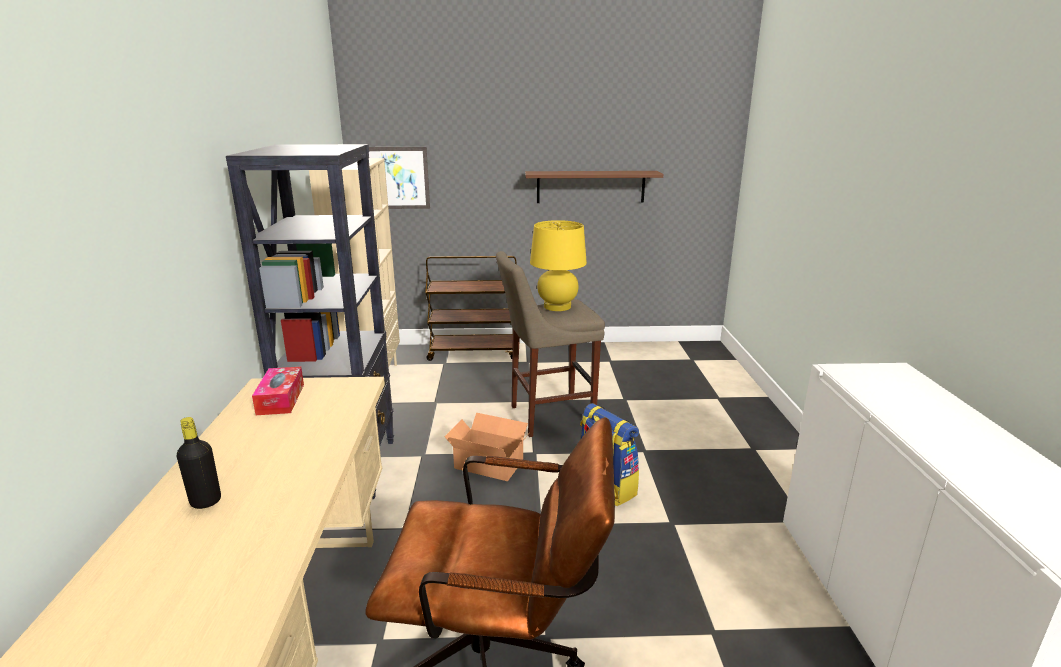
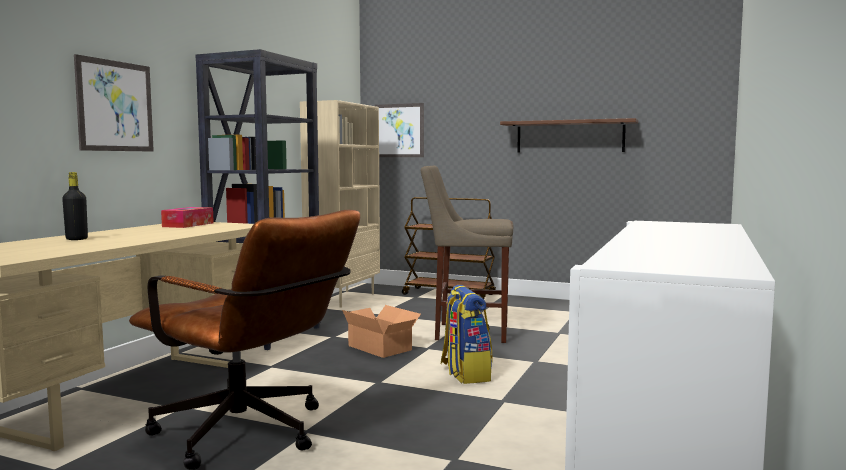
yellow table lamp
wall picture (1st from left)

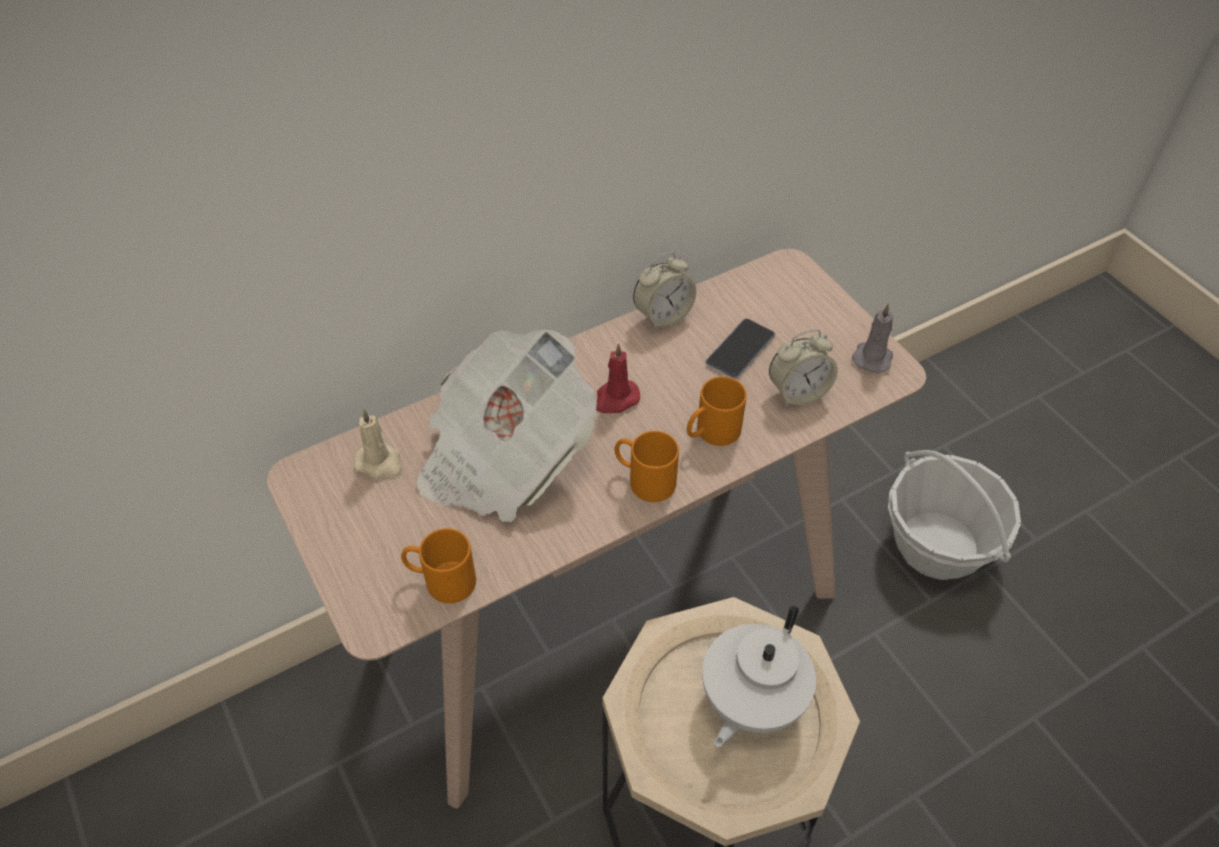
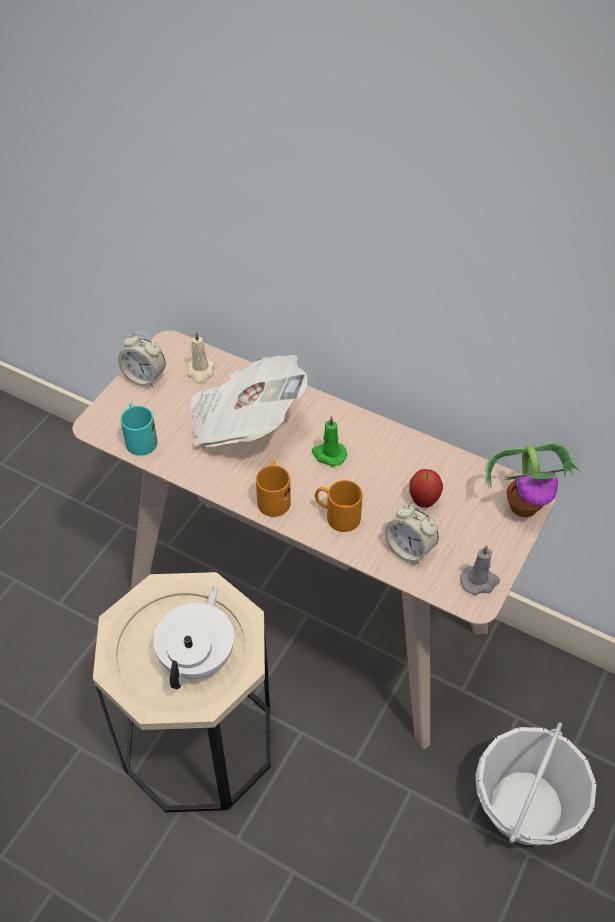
bedside clock (1st from left)
apple
green candle
turquoise mug
white teapot
potted plant

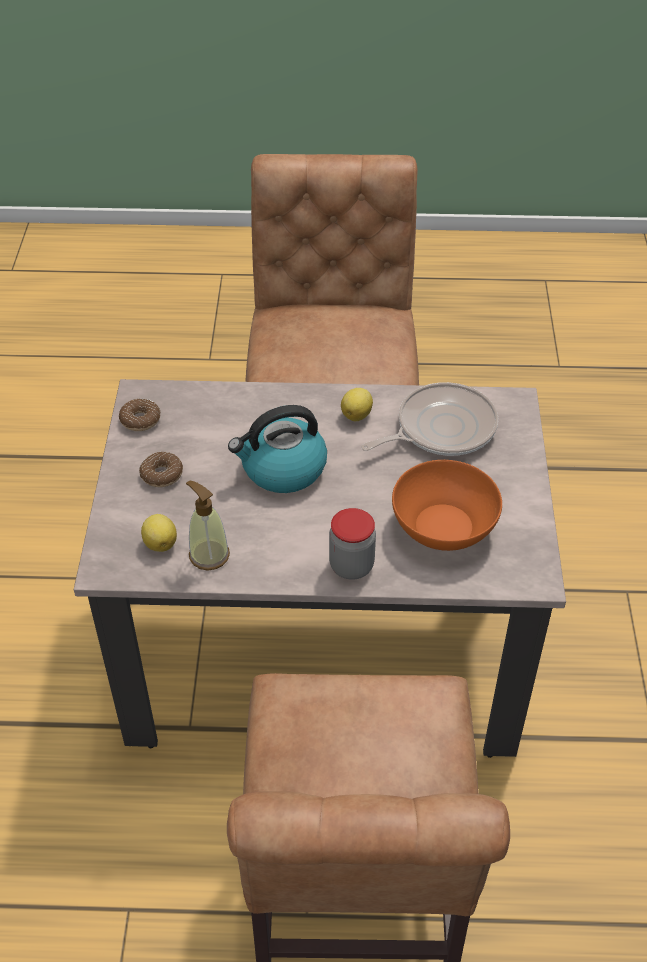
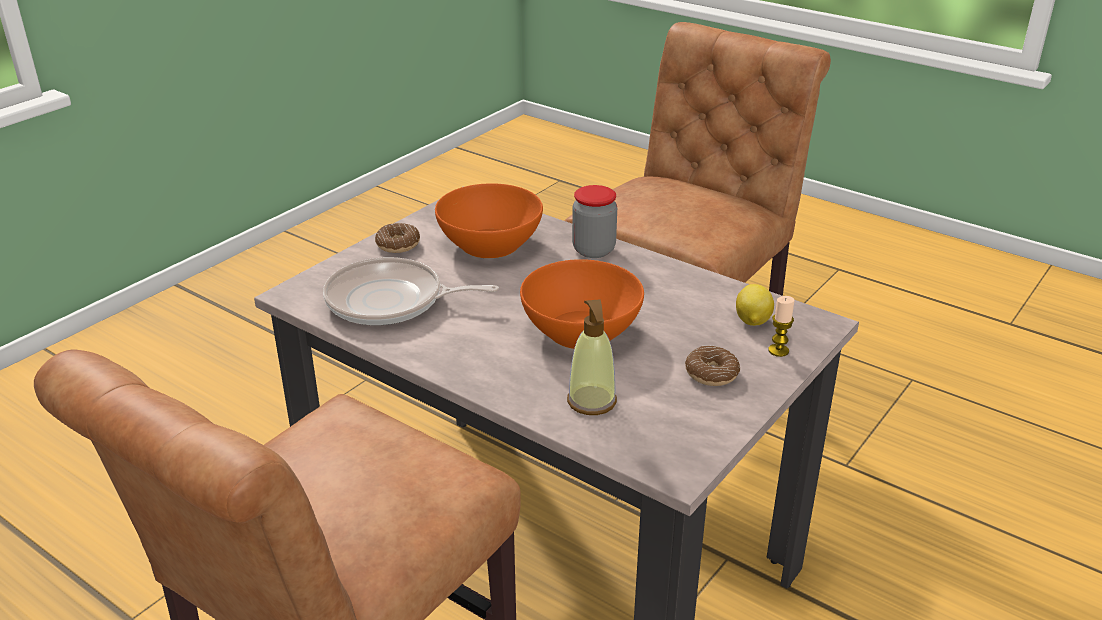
lemon (2nd from left in the first image)
ring doughnut (1st from left)
orange-coloured deep dish (2nd from left)
soap dispenser
candle

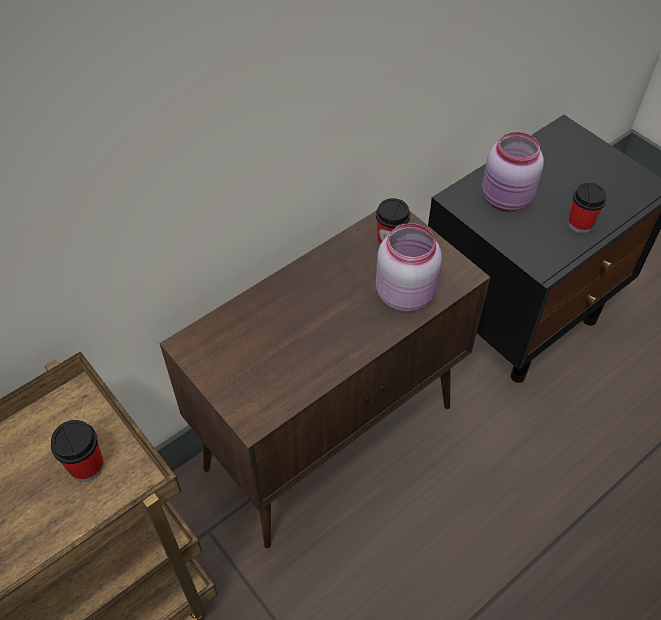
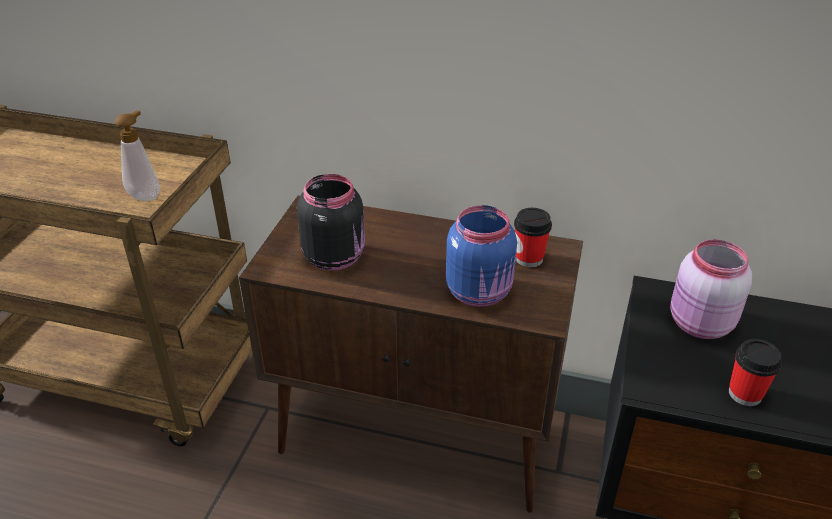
blue jar
soap dispenser
black-coloured jar

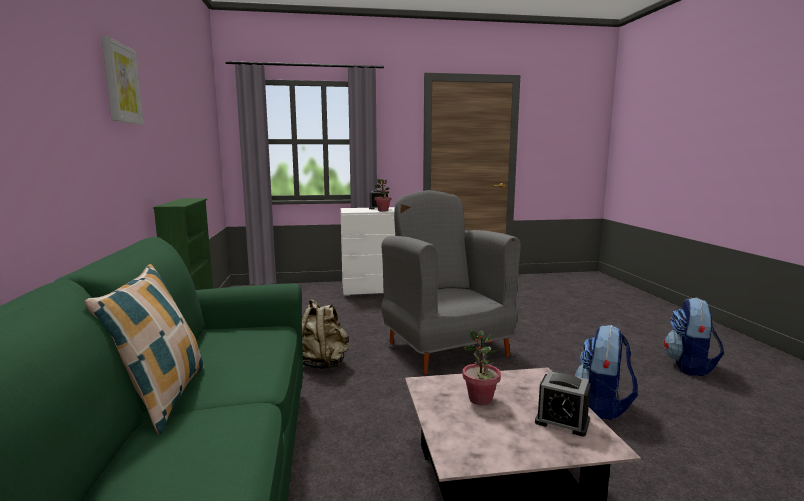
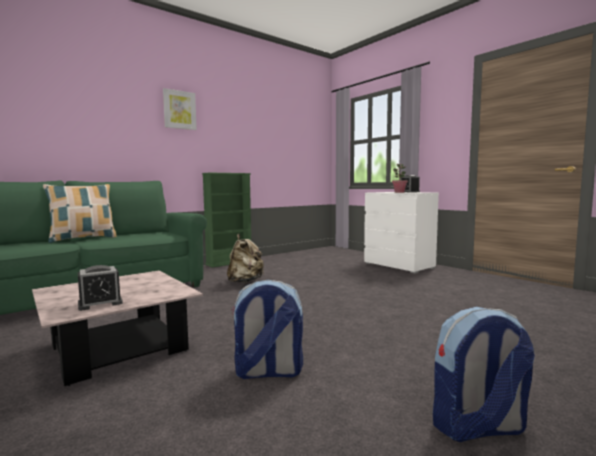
gray lounge chair
potted plant (2nd from left in the first image)
bedside clock (1st from left)

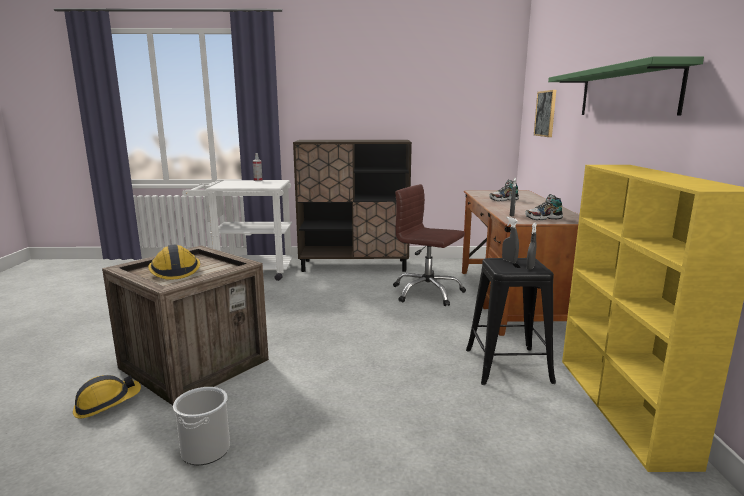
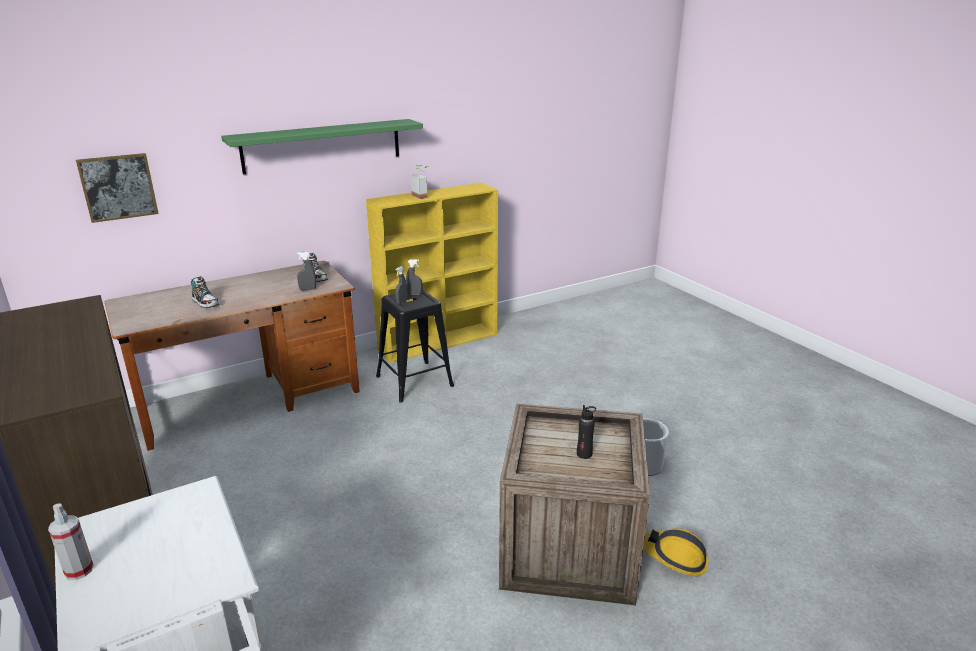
brown-coloured computer chair
black-coloured beverage bottle
potted plant

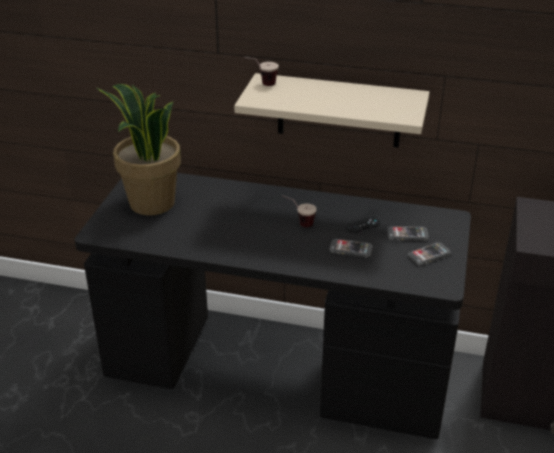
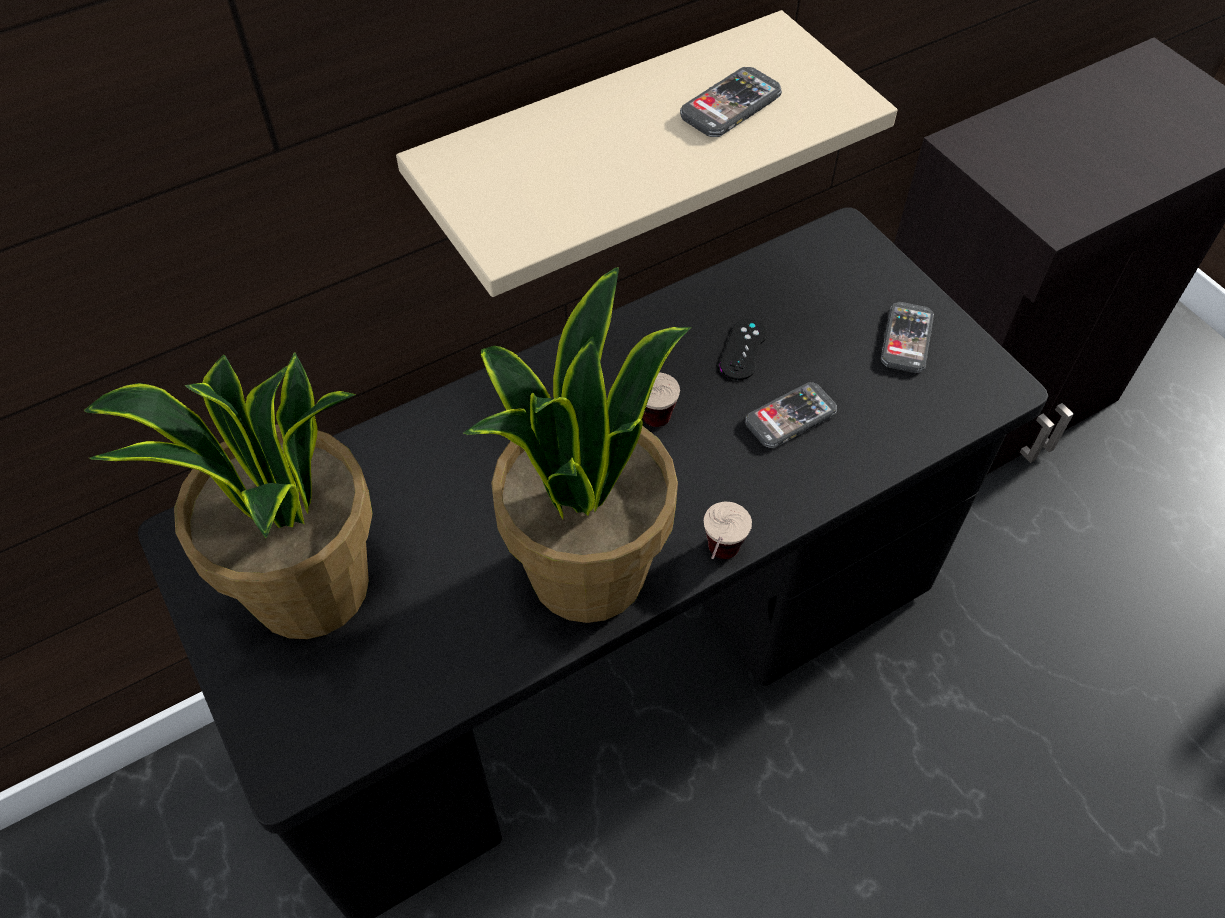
small cup (2nd from left)
telephone (1st from left)
potted plant (2nd from left)

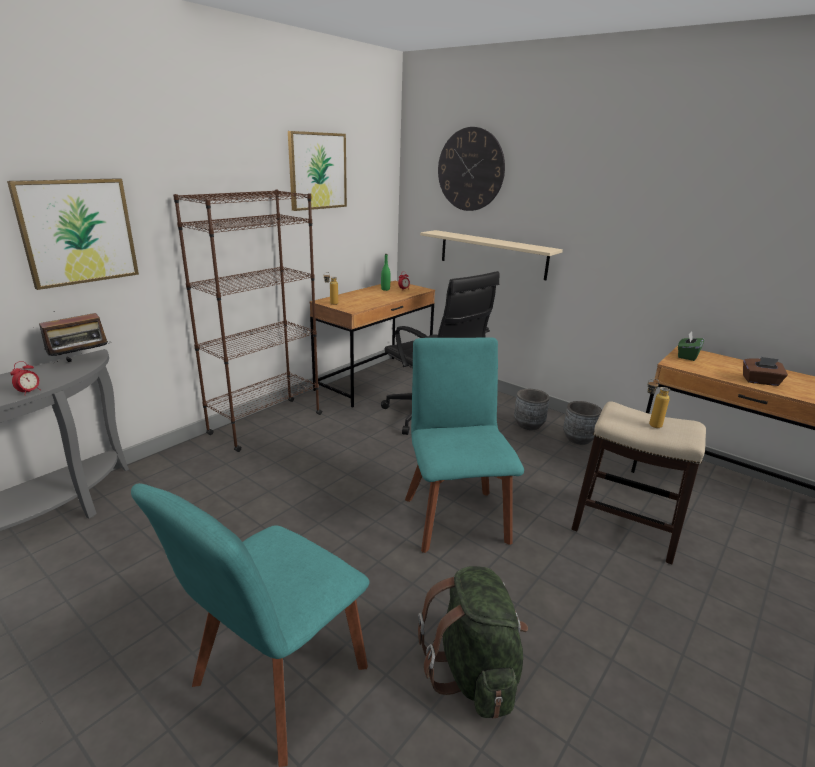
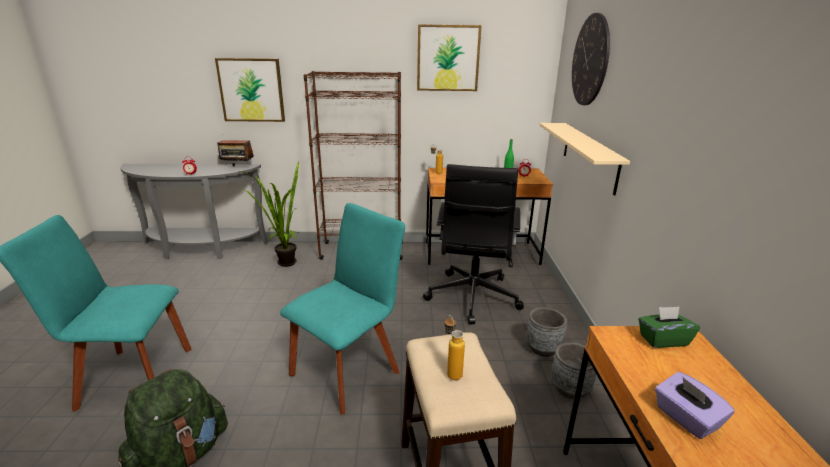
purple box of tissues
potted plant

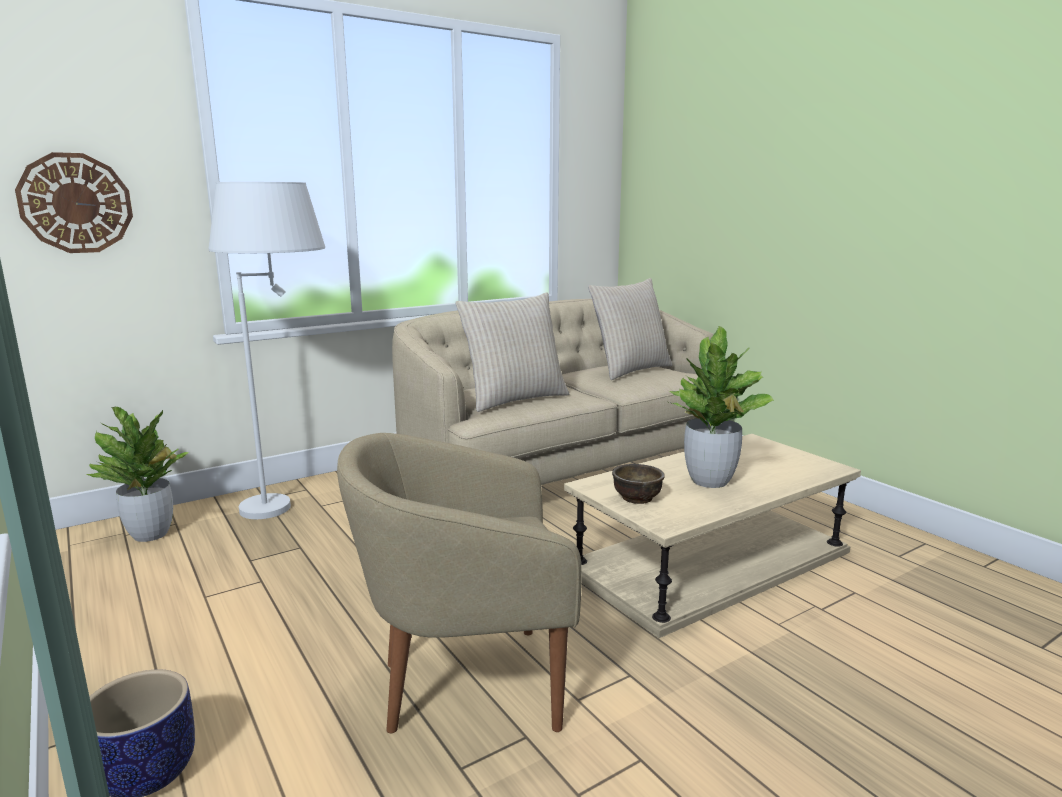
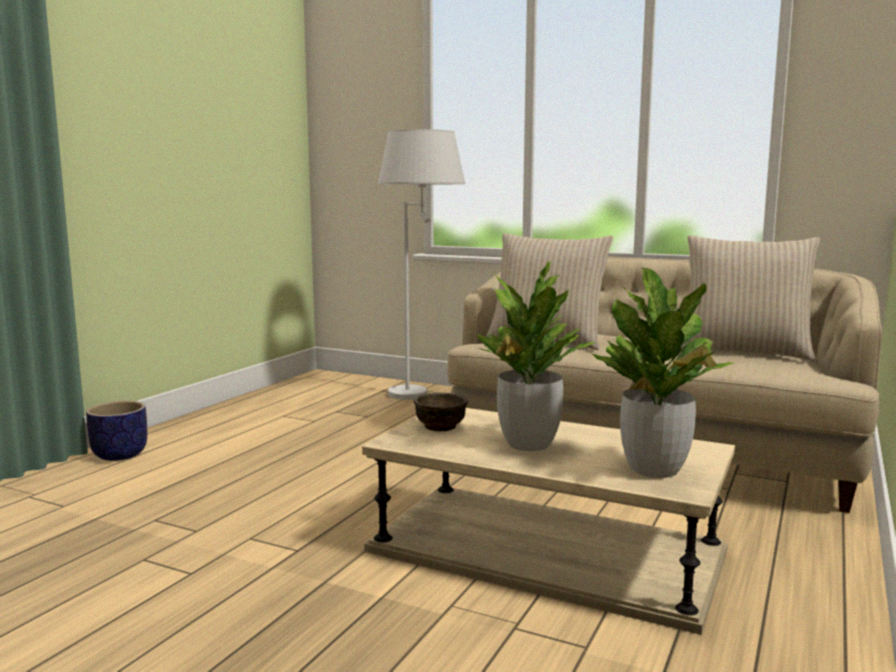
wall clock
potted plant (2nd from left)
sand-coloured lounge chair

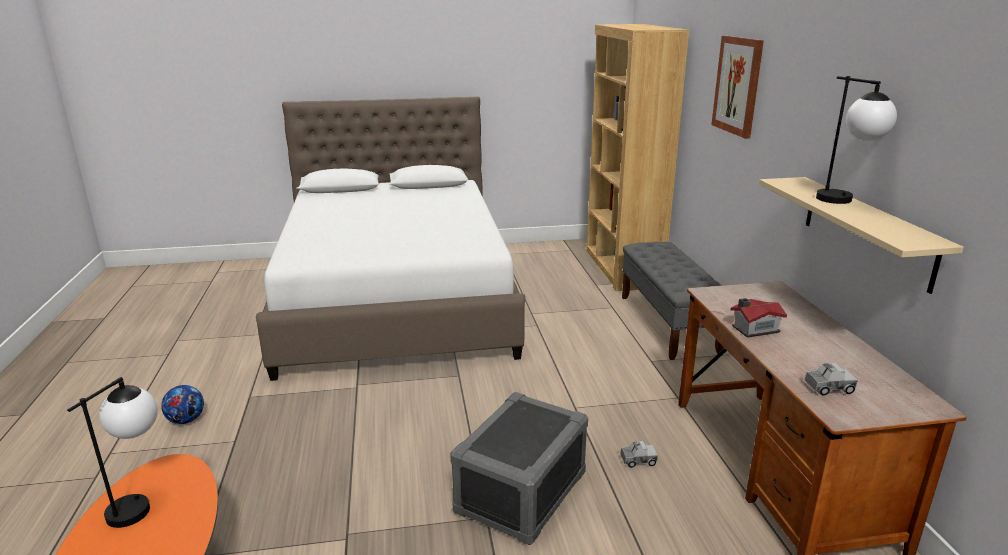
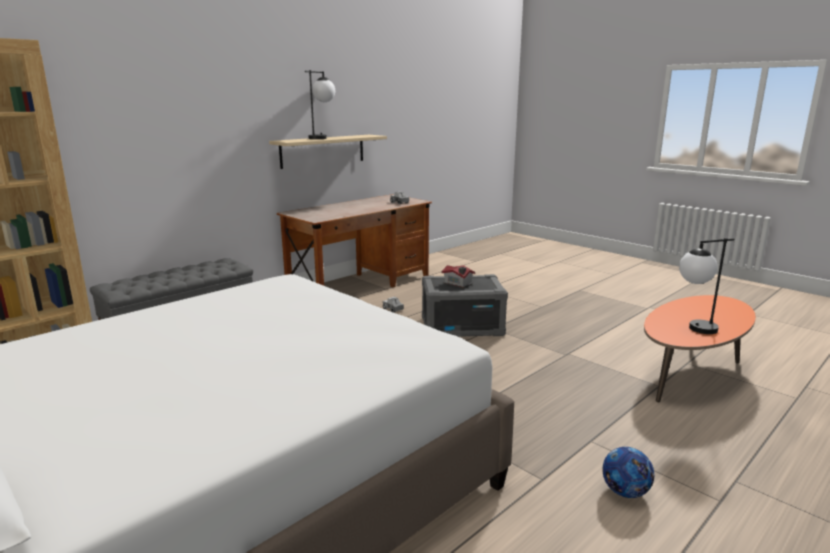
wall picture
model house

